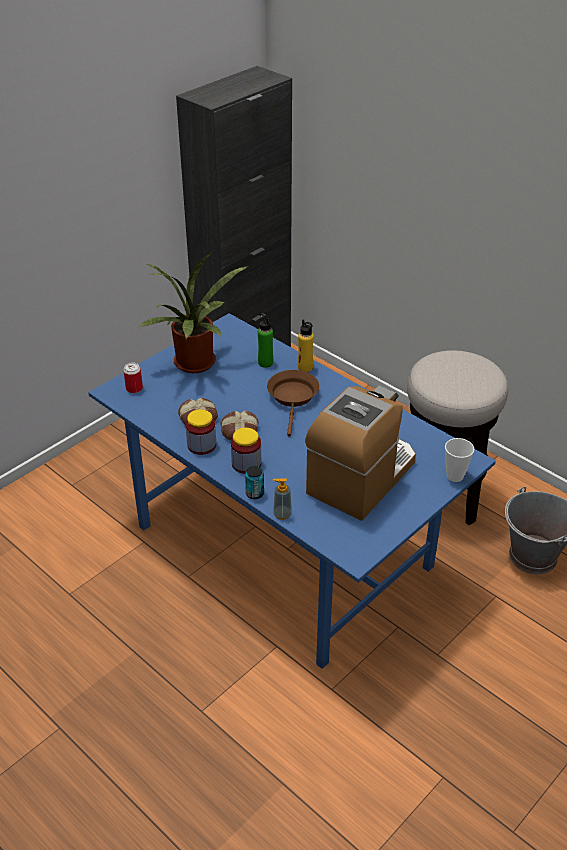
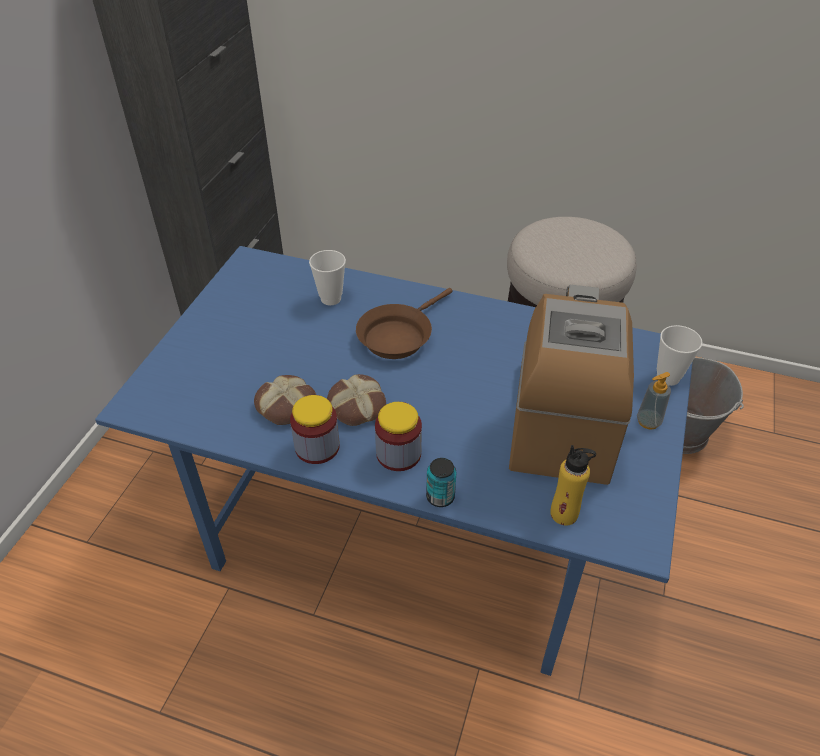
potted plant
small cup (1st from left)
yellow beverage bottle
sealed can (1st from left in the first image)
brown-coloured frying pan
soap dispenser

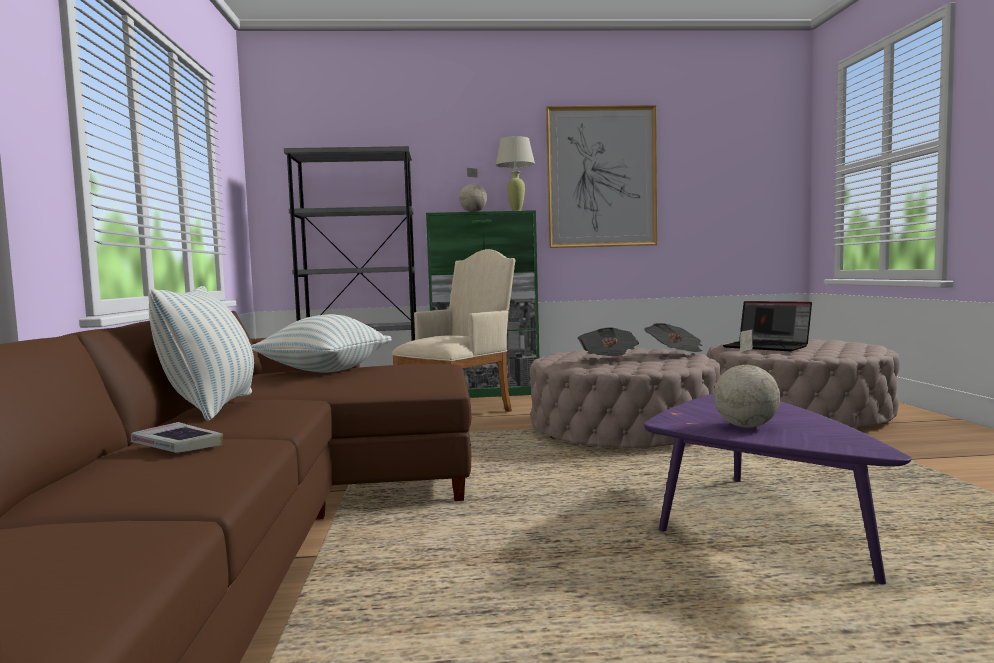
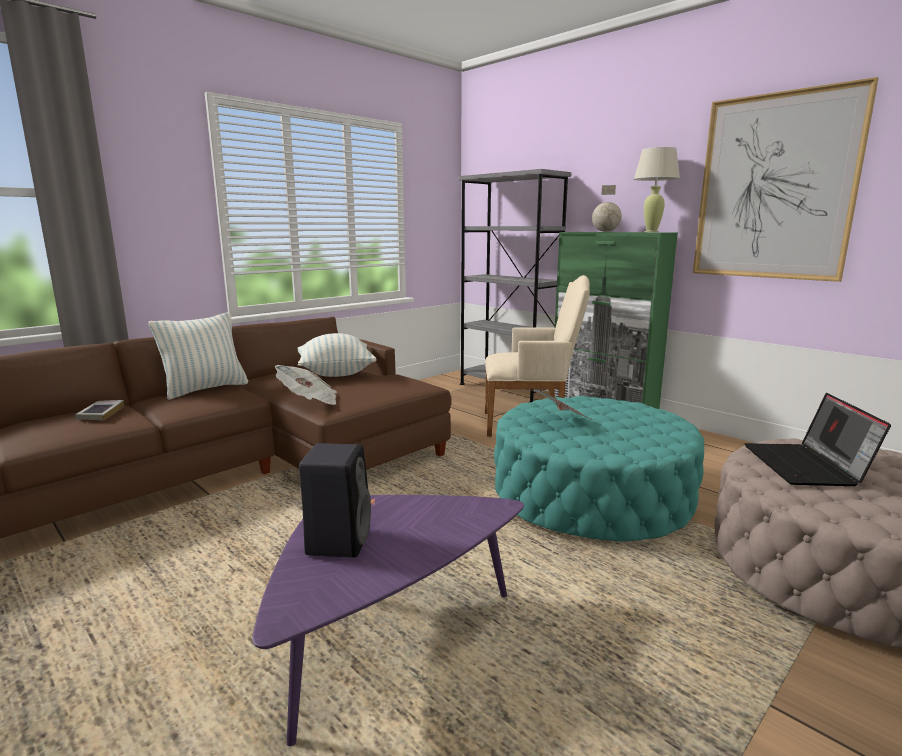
newspaper (1st from left)
black-coloured audio speaker
turquoise pouffe

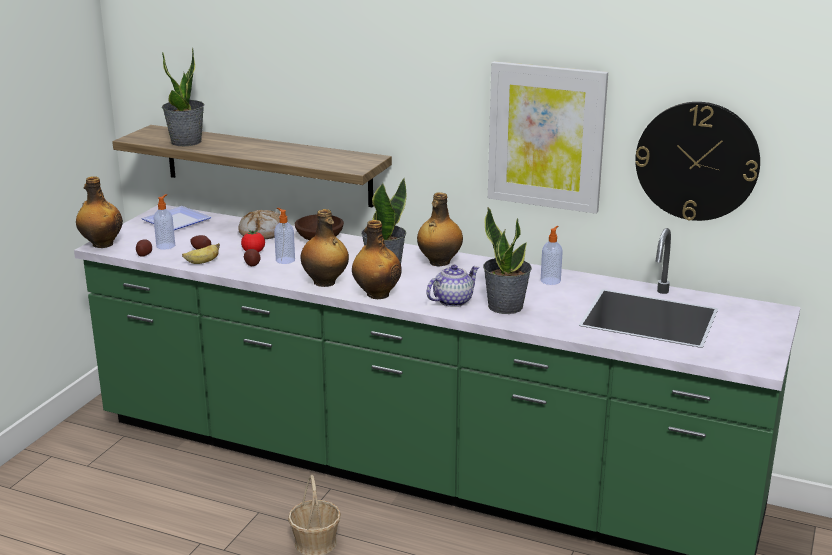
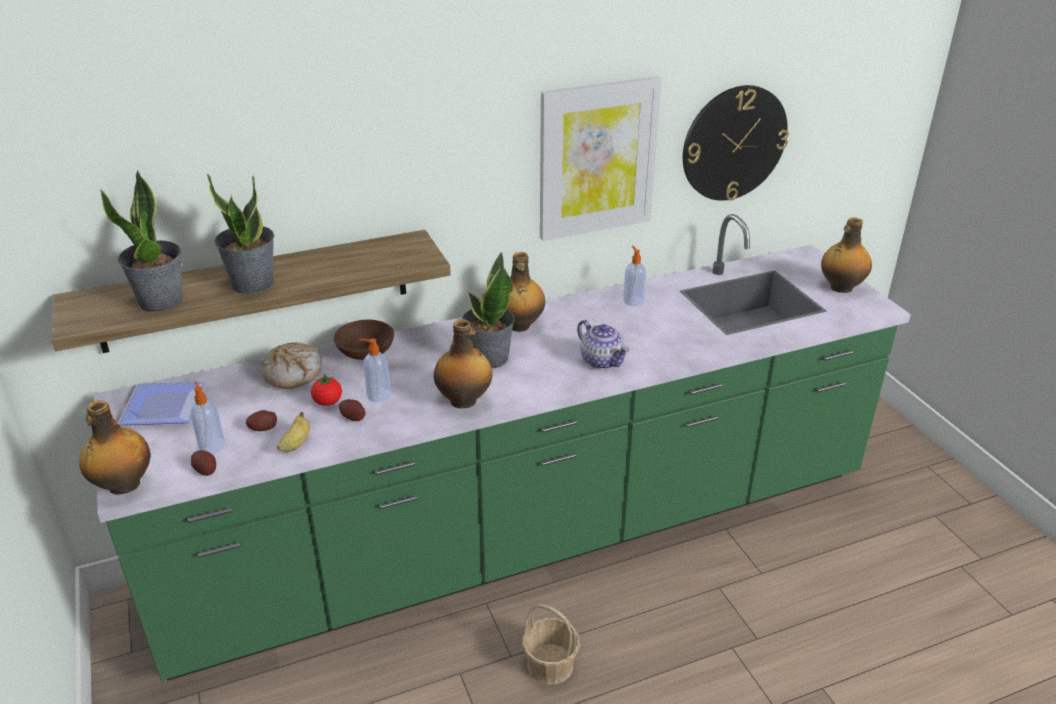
potted plant (2nd from left)
beverage bottle (4th from left)
teapot

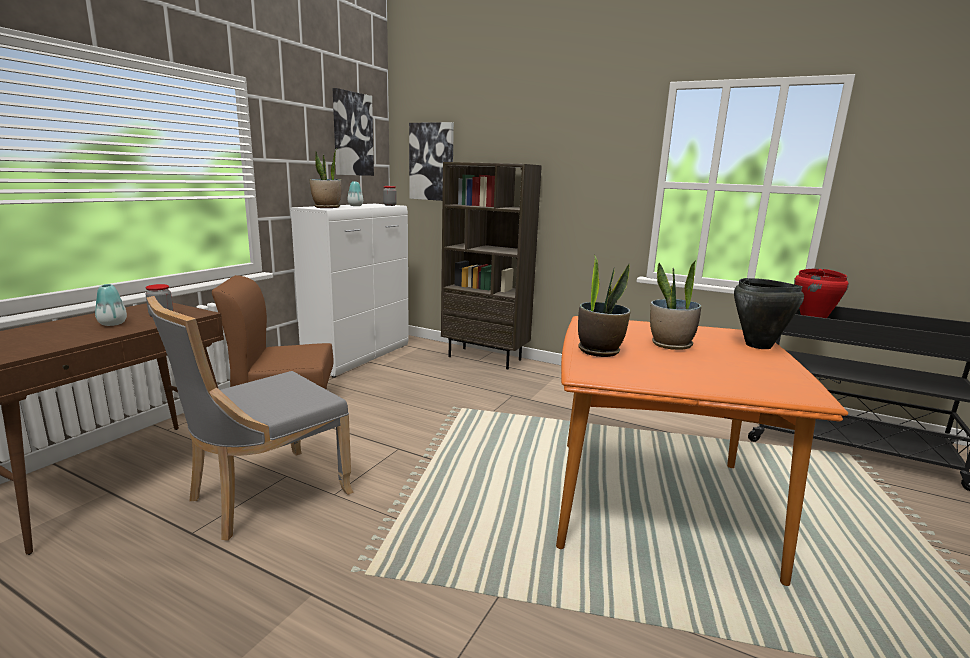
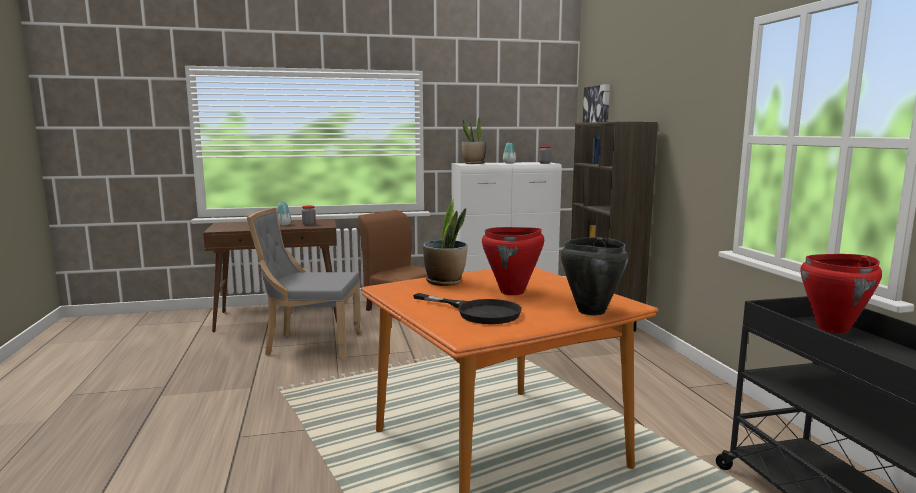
wall picture (1st from left in the first image)
red saucepot (1st from left)
black-coloured frying pan

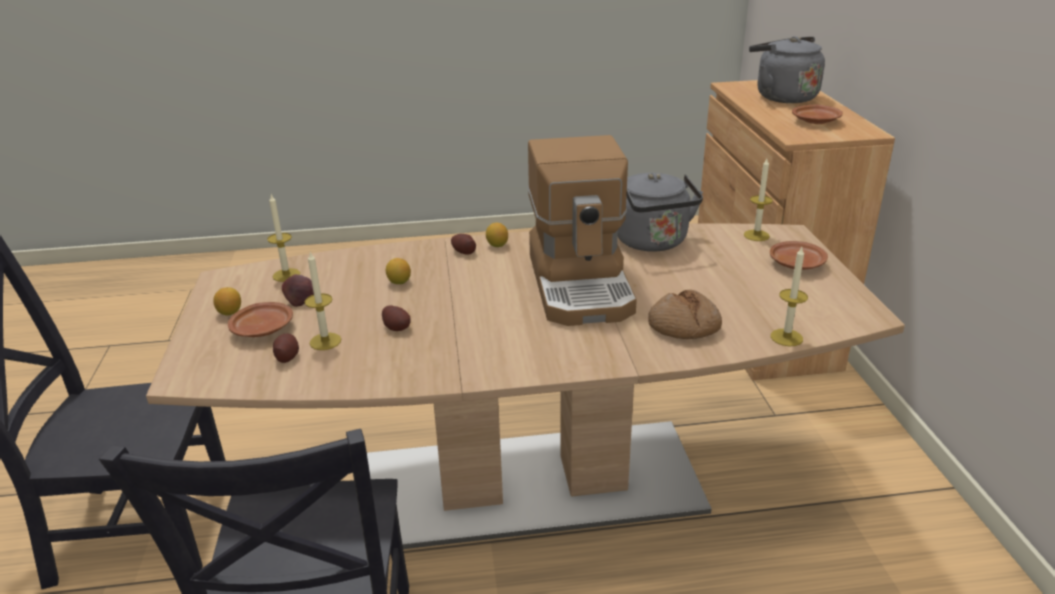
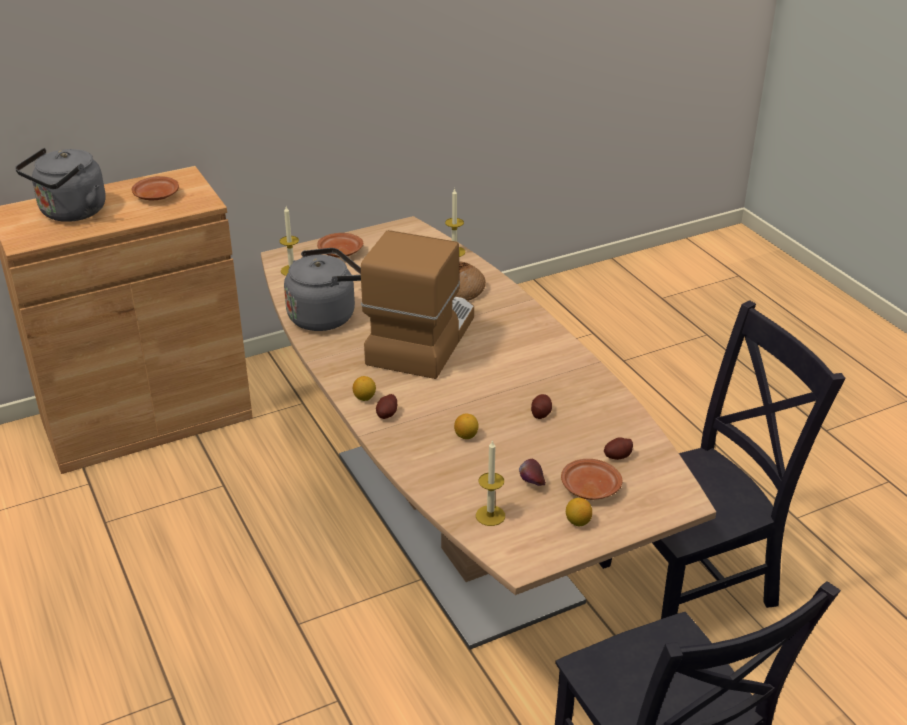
coffee machine
candle (2nd from left in the first image)

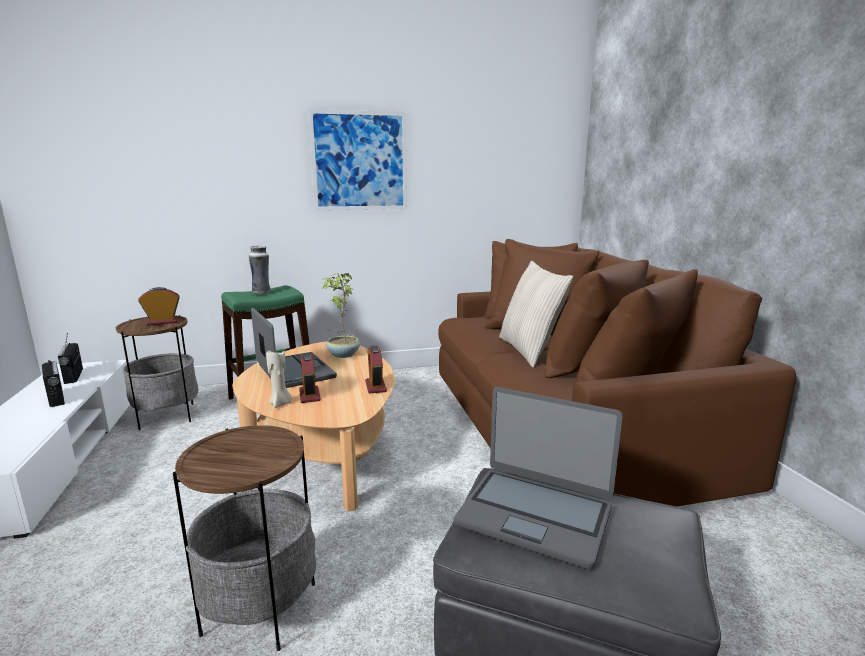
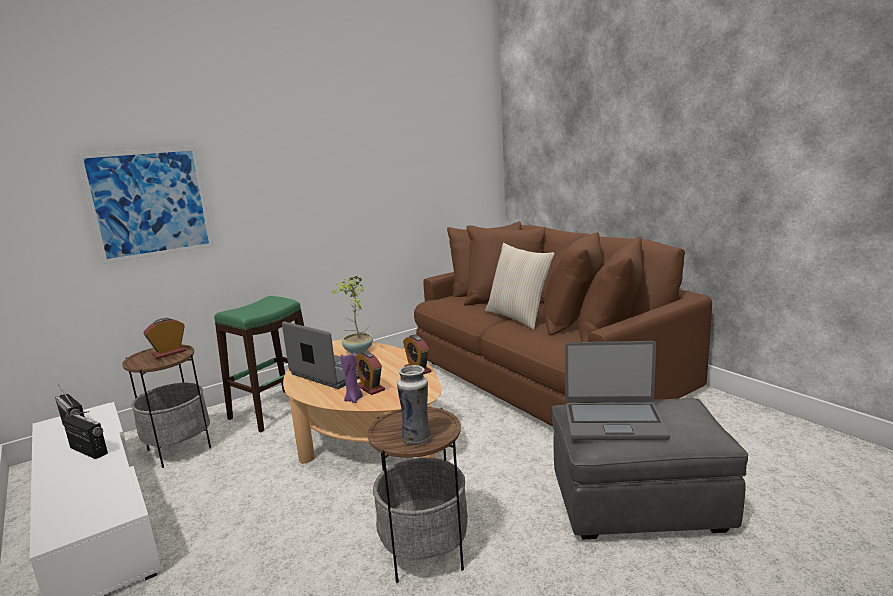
wall picture
flower vase
purple candle

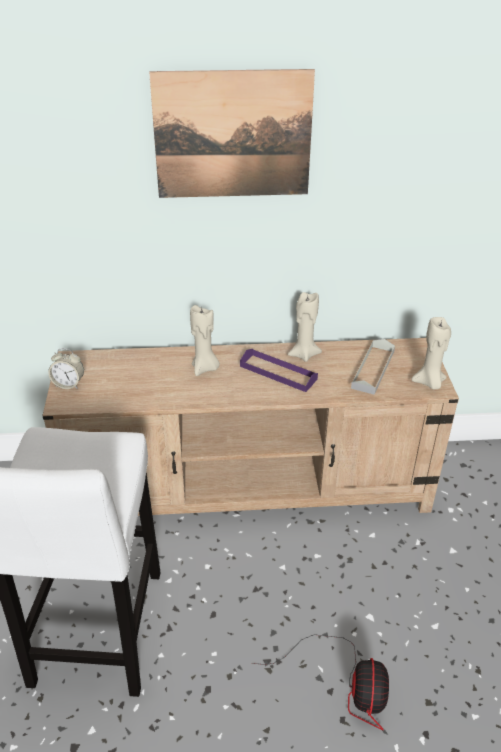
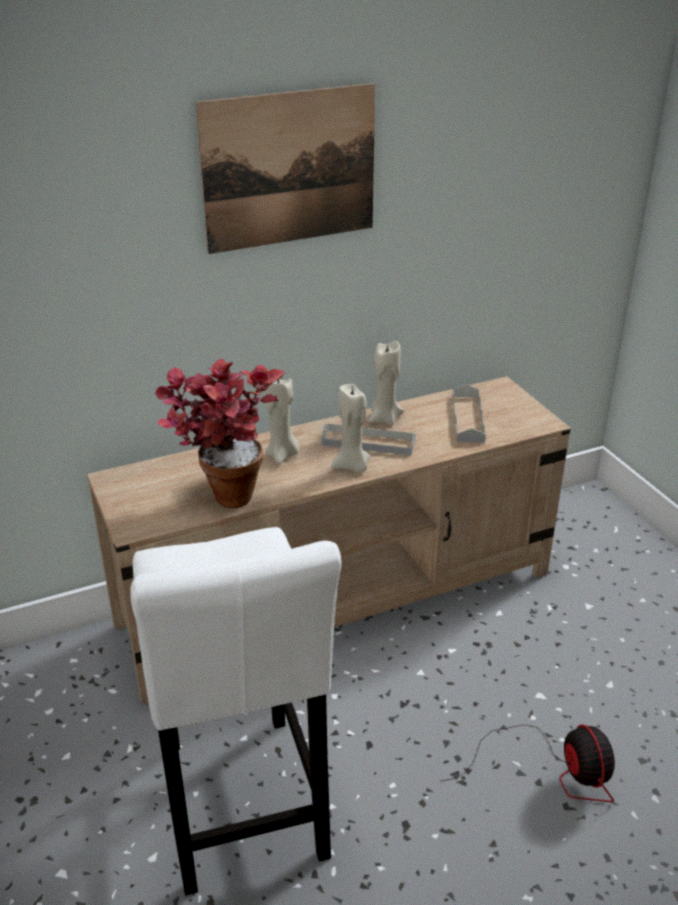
sand-coloured candle (2nd from left)
bedside clock
gray carrying tray (1st from left)
potted plant

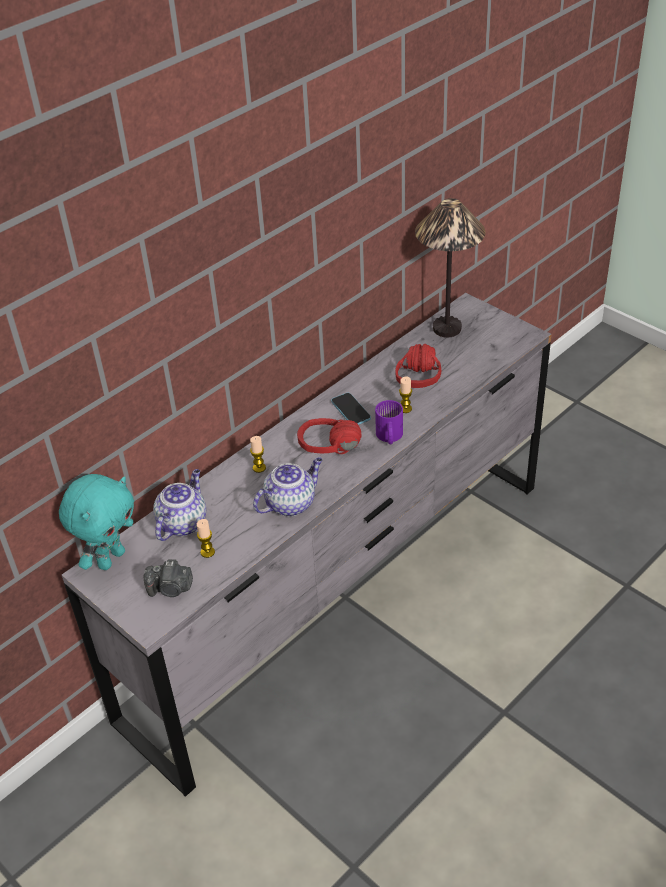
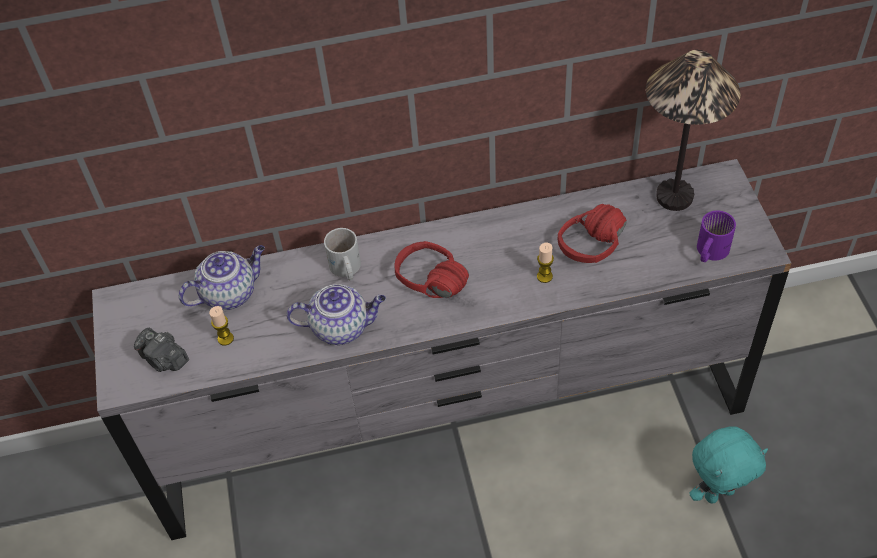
telephone
purple mug
white mug
turquoise soft toy

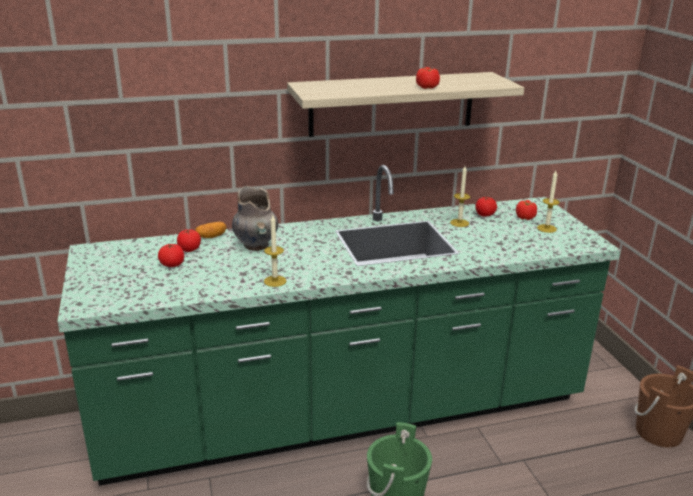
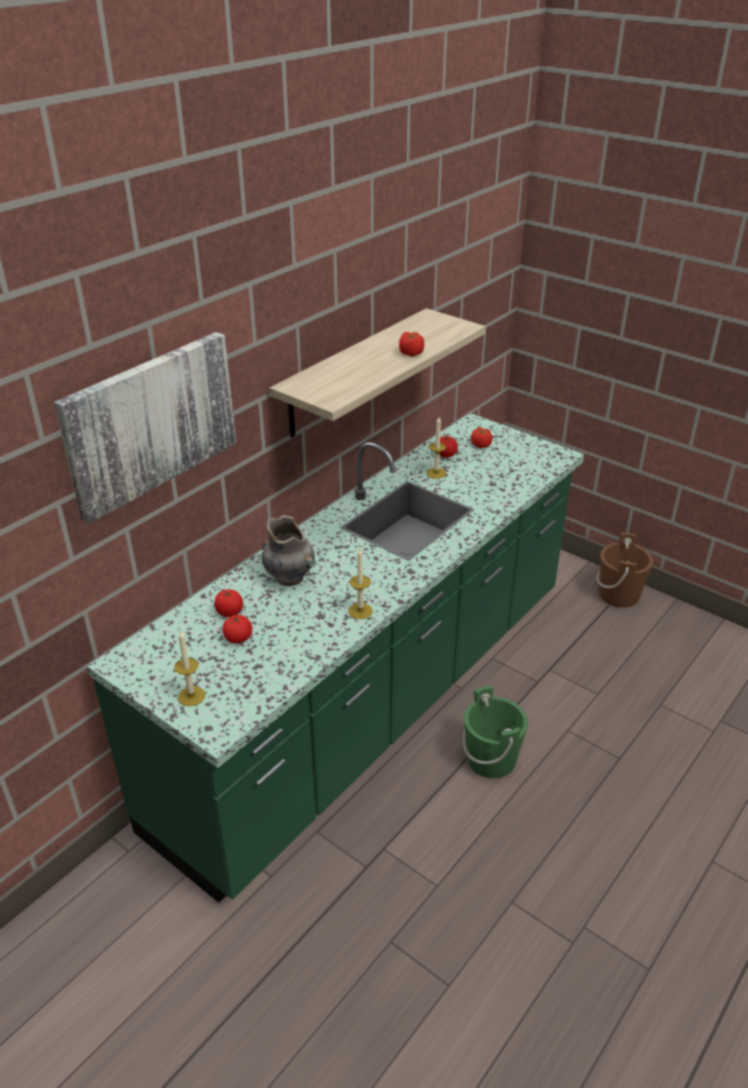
candle (1st from left)
potato
wall picture

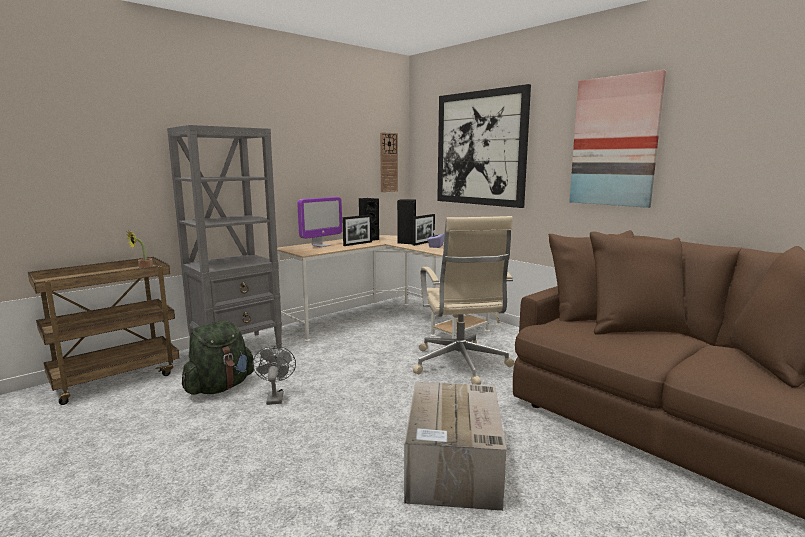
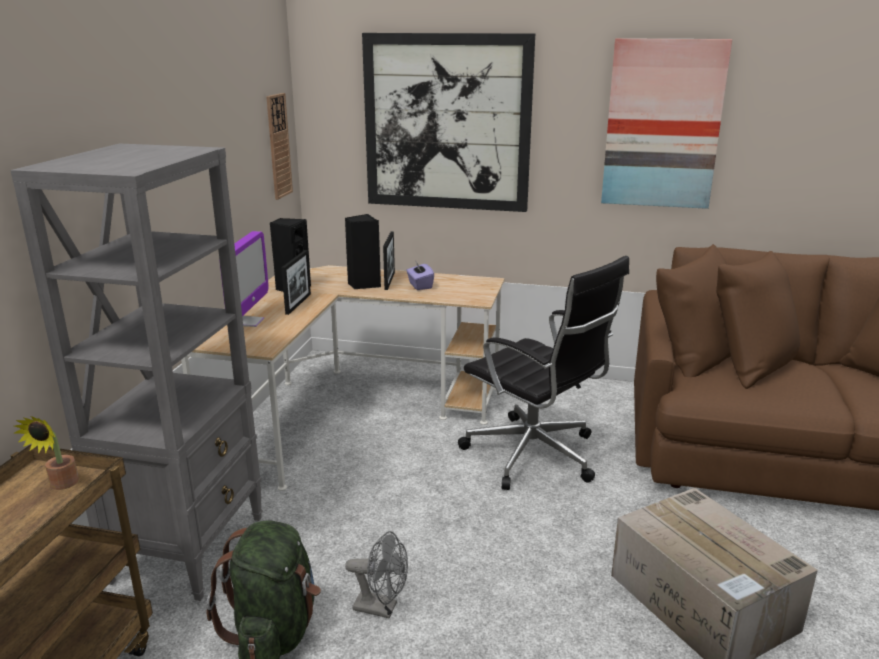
black-coloured computer chair
gray cooling fan

